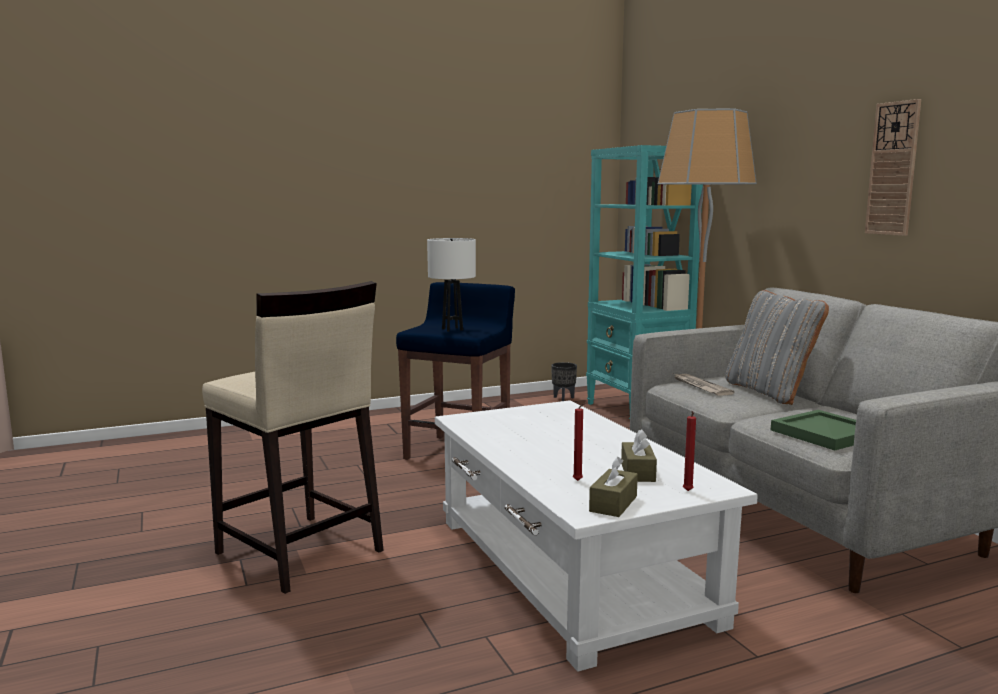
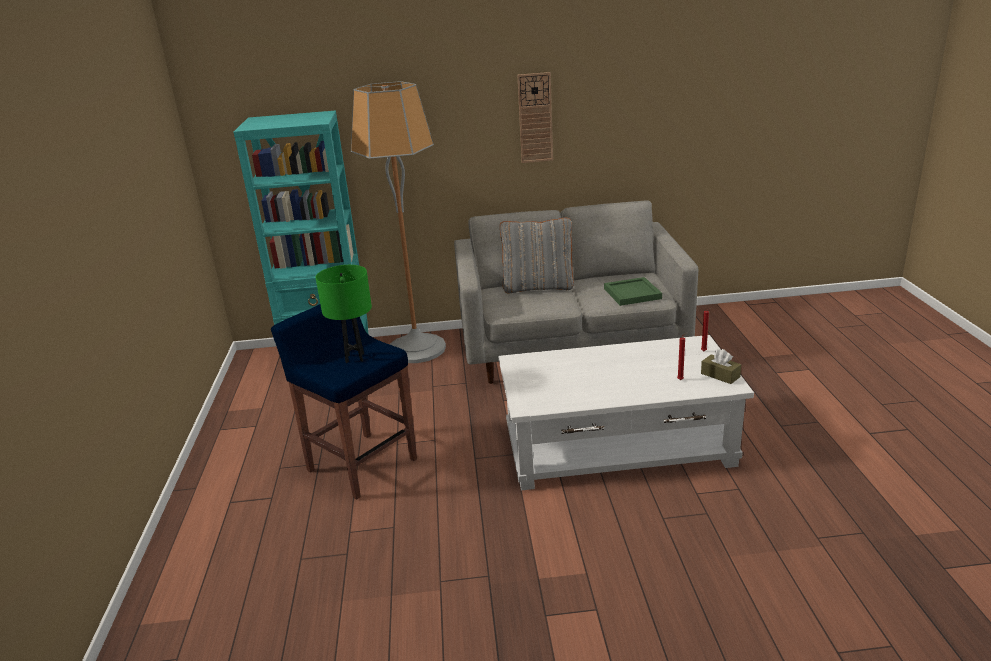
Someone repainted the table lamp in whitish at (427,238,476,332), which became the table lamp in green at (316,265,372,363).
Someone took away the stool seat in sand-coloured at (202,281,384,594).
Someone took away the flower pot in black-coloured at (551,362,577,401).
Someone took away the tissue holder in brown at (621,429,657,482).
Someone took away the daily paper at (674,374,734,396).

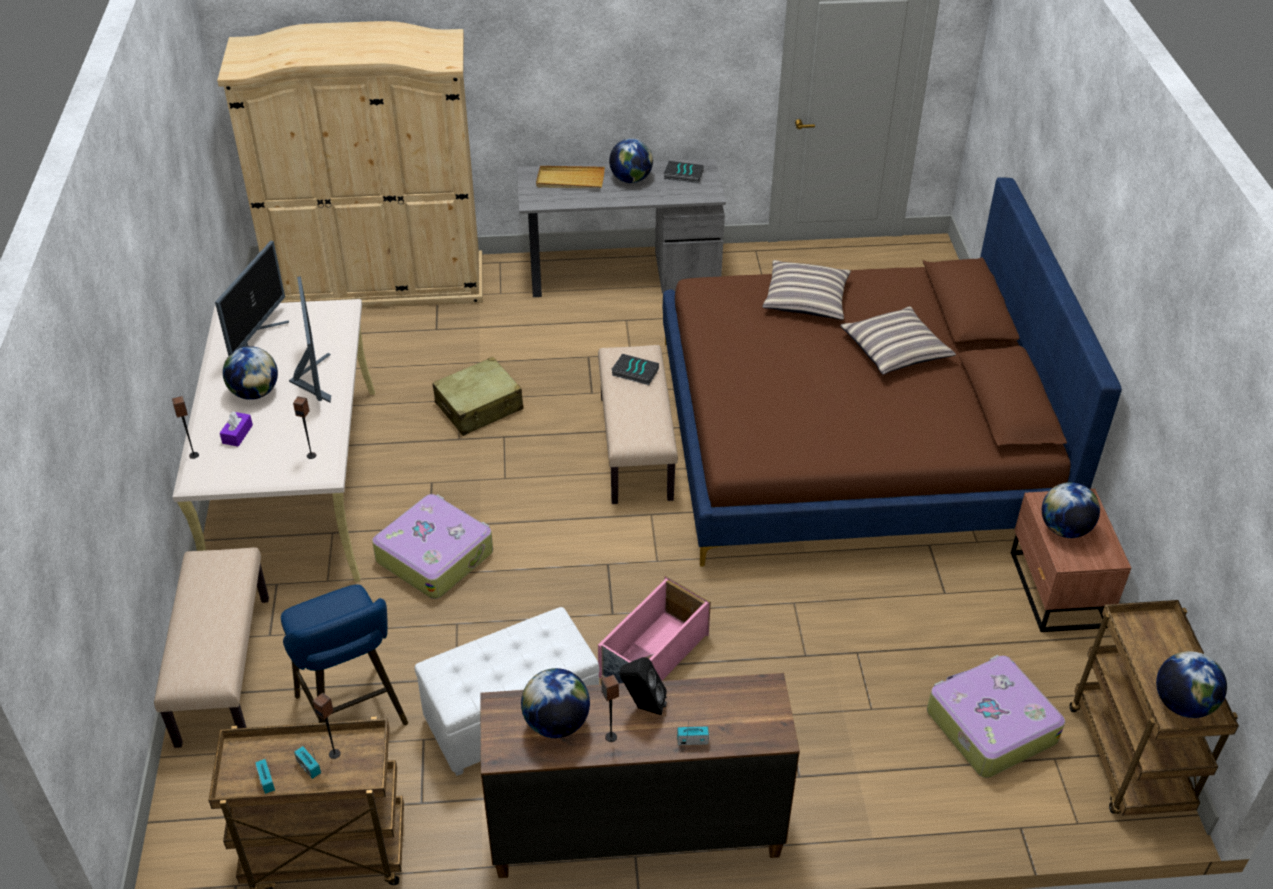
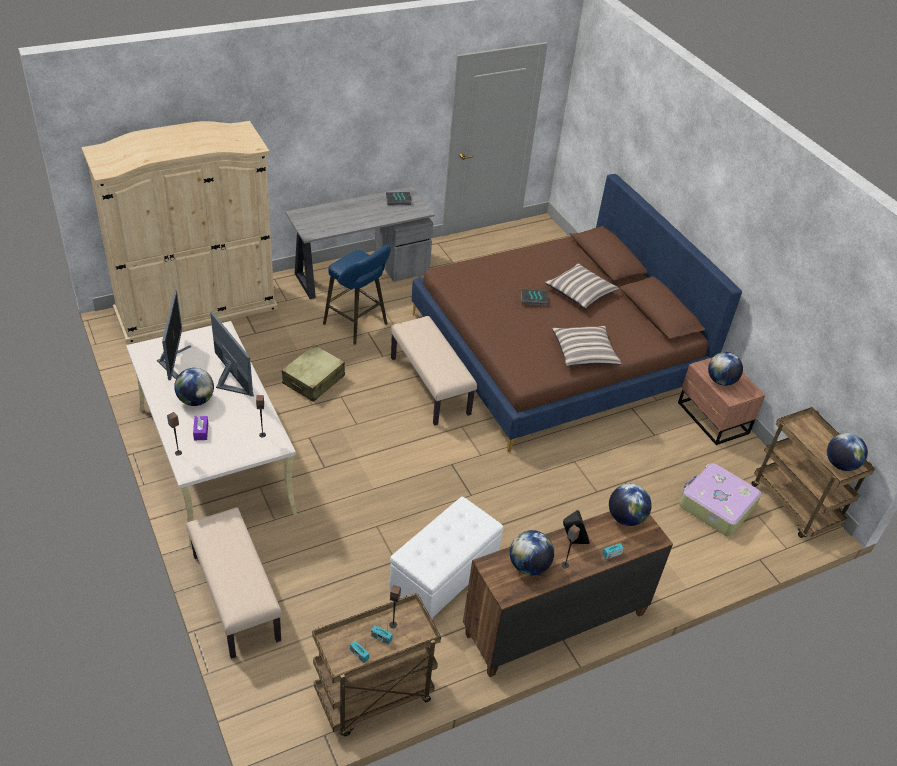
Someone carried the stool seat in blue-coloured from (281,584,408,725) to (323,245,391,345).
Someone carried the volume from (611,354,659,385) to (521,289,549,306).
Someone carried the throw pillow from (762,260,851,320) to (552,326,622,366).
Someone carried the world globe from (609,138,653,183) to (609,484,652,526).
Someone took away the suitcase at (372,494,493,599).
Someone took away the serving tray in sand-coloured at (536,166,605,188).
Someone took away the storage container in pink at (598,575,711,684).

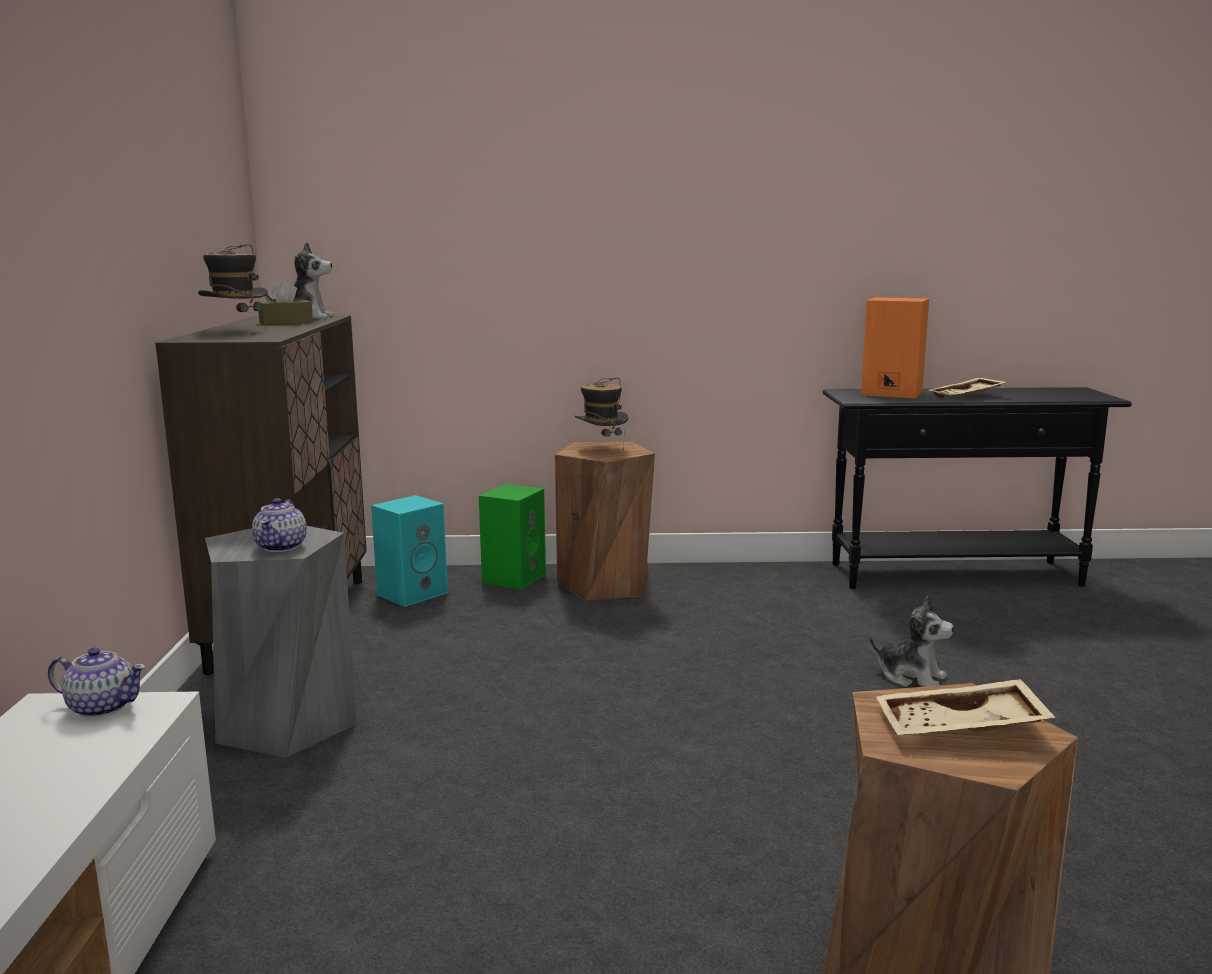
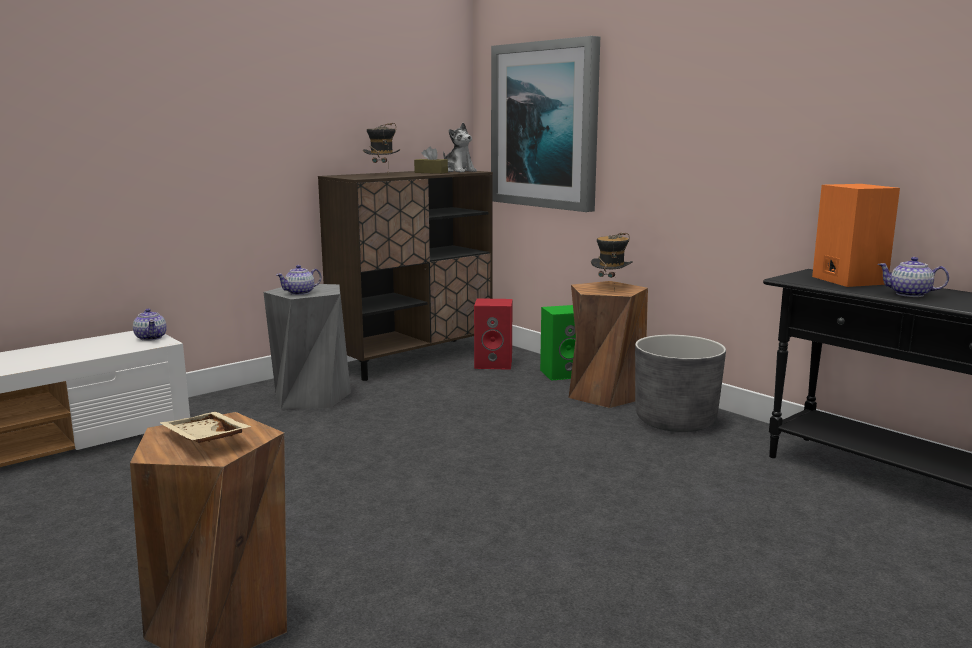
Someone repainted the speaker in turquoise at (371,495,448,607), which became the speaker in red at (474,298,513,370).
Someone put up the wall art at (491,36,600,212).
Someone put down the flower pot in grey at (635,335,726,432).
Someone swapped the serving tray in sand-coloured at (929,378,1006,398) for the tea pot at (878,257,949,297).
Someone took away the soft toy at (869,596,954,687).

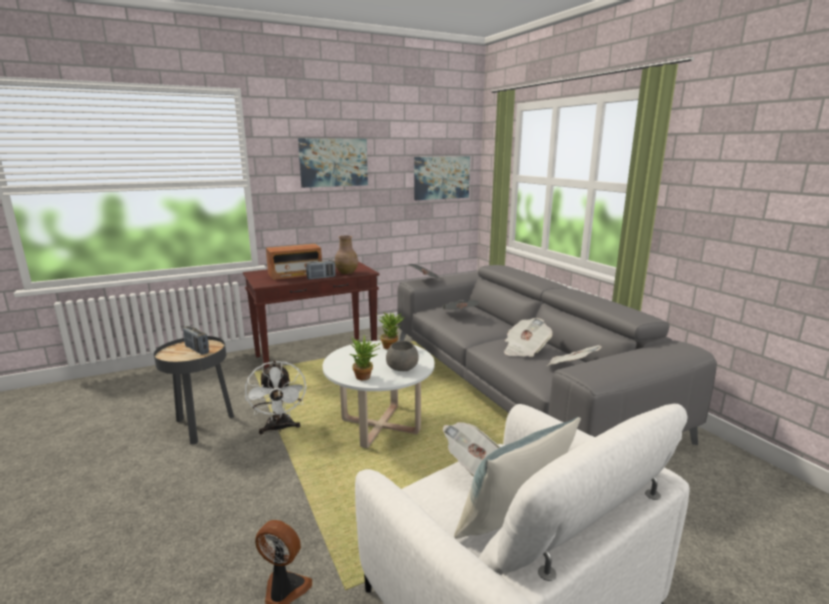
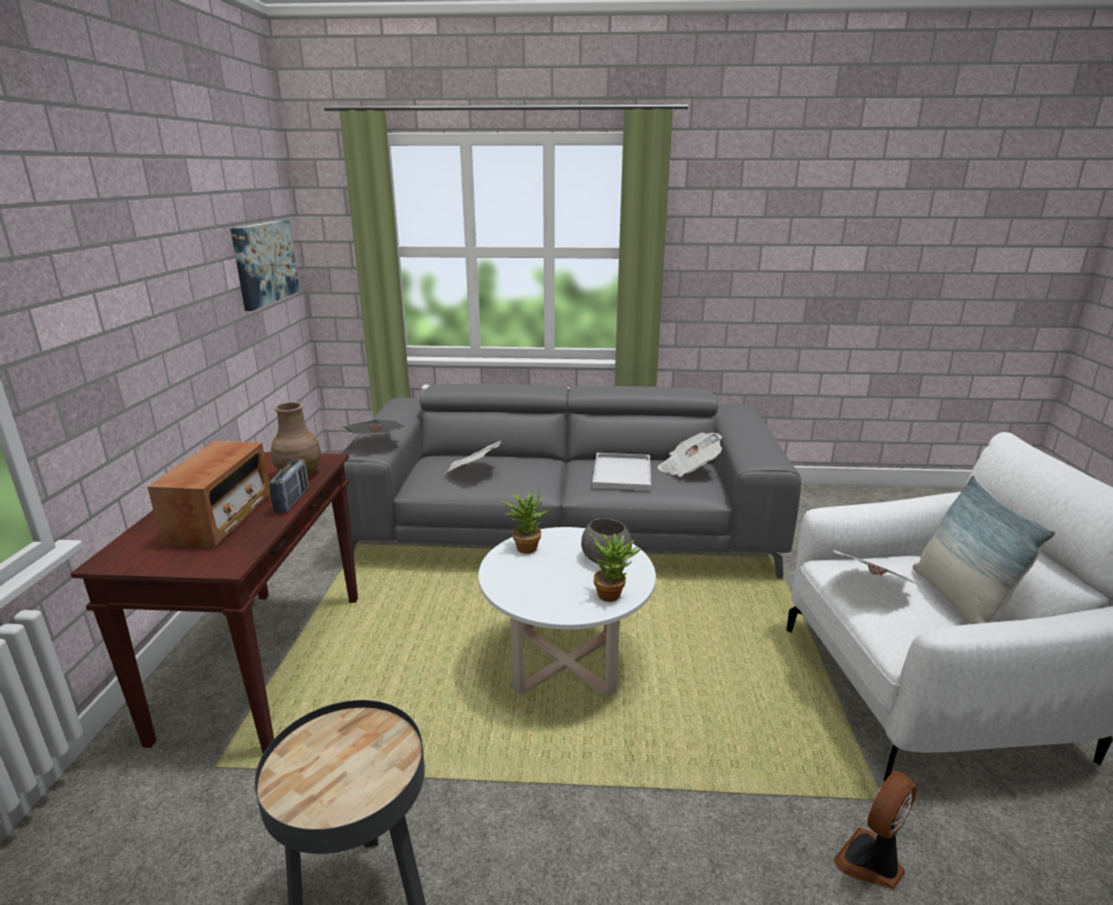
Someone swapped the daily paper at (504,318,553,357) for the serving tray in whitish at (592,453,651,490).
Someone took away the radio at (183,326,209,355).
Someone took away the fan in whitish at (245,361,307,434).
Someone took away the wall art at (298,138,368,188).

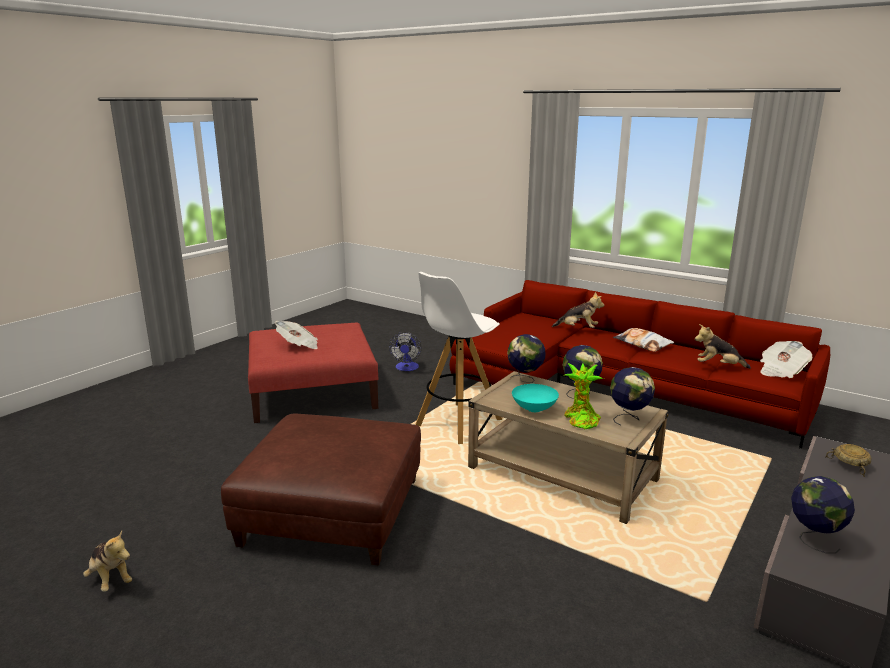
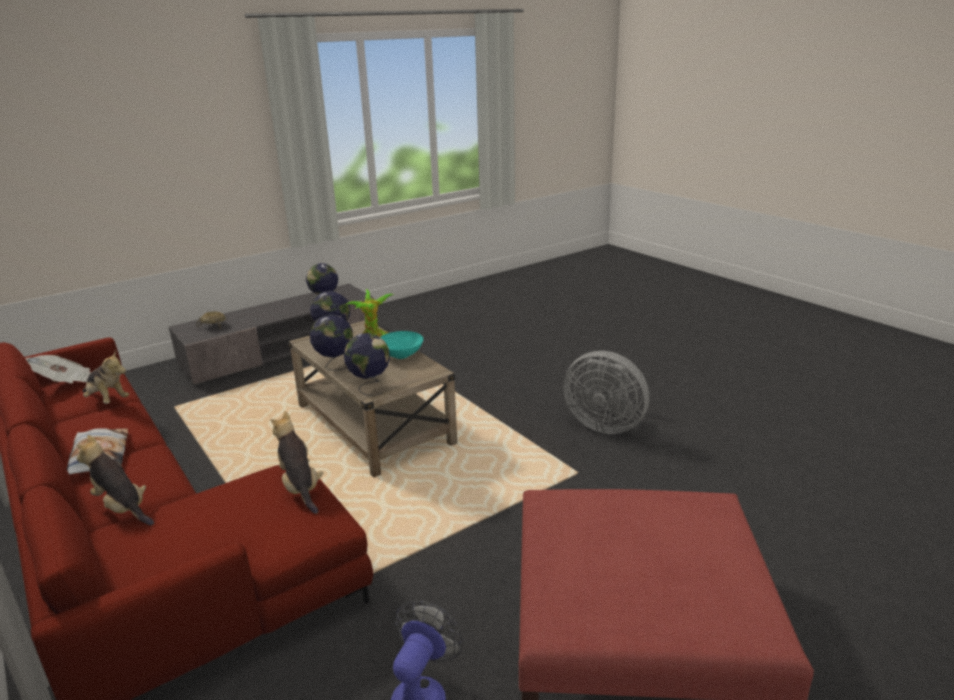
Someone carried the soft toy from (83,530,132,592) to (271,411,324,514).
Someone swapped the ottoman in brown at (221,414,421,566) for the fan in grey at (563,351,649,434).
Someone took away the daily paper at (275,321,318,349).
Someone took away the stool seat in whitish at (415,272,502,444).

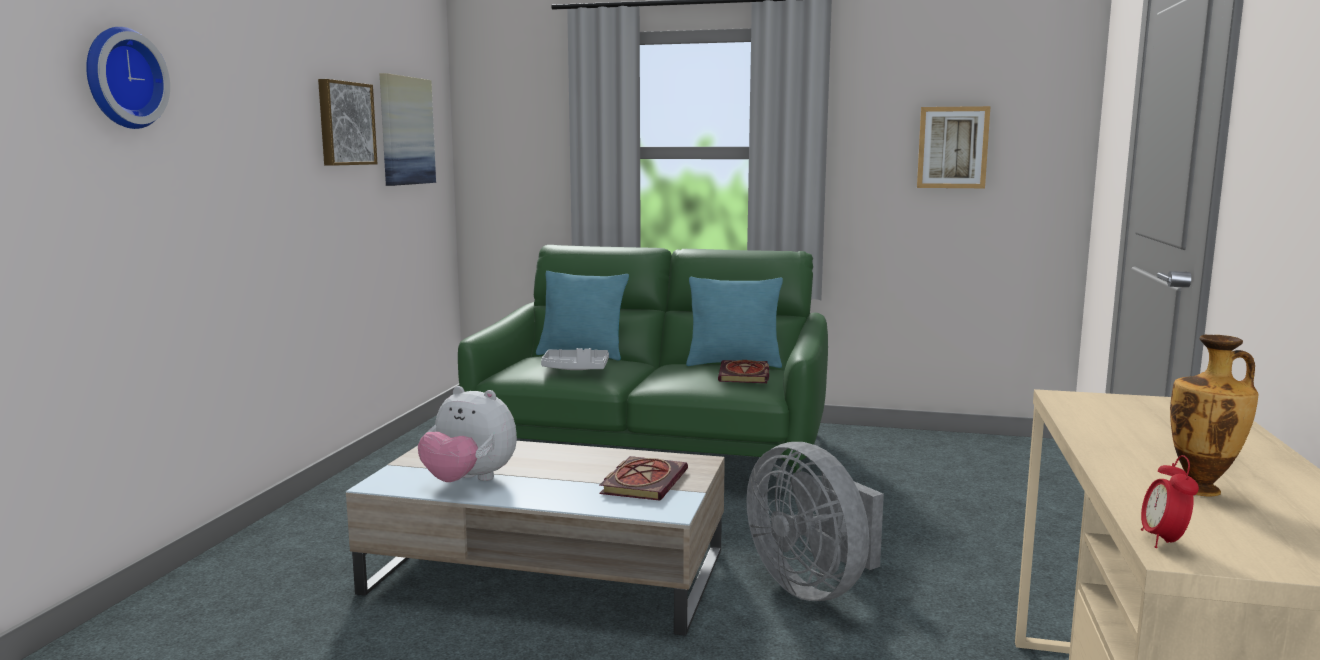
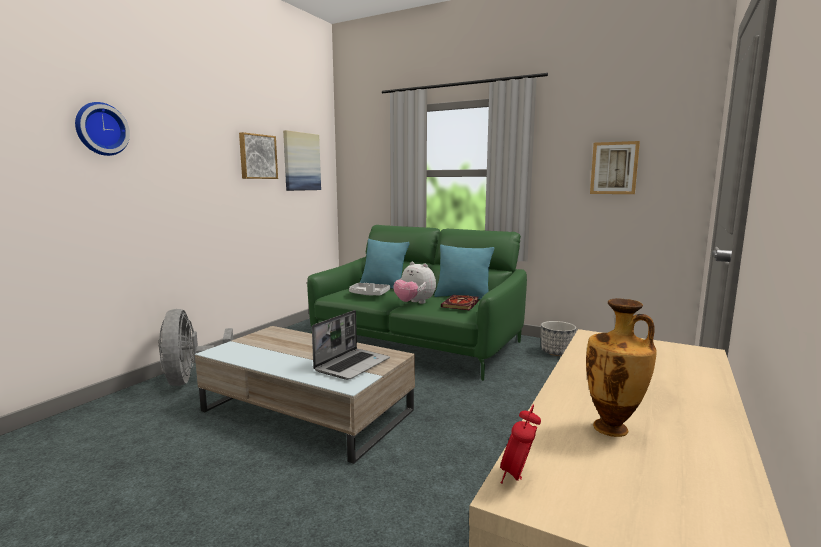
Someone carried the fan in grey from (746,442,884,601) to (159,309,233,386).
Someone swapped the volume at (599,456,688,501) for the portable computer at (312,310,390,380).
Someone carried the soft toy from (418,386,517,482) to (393,262,436,304).
Someone put down the flower pot at (541,321,576,356).

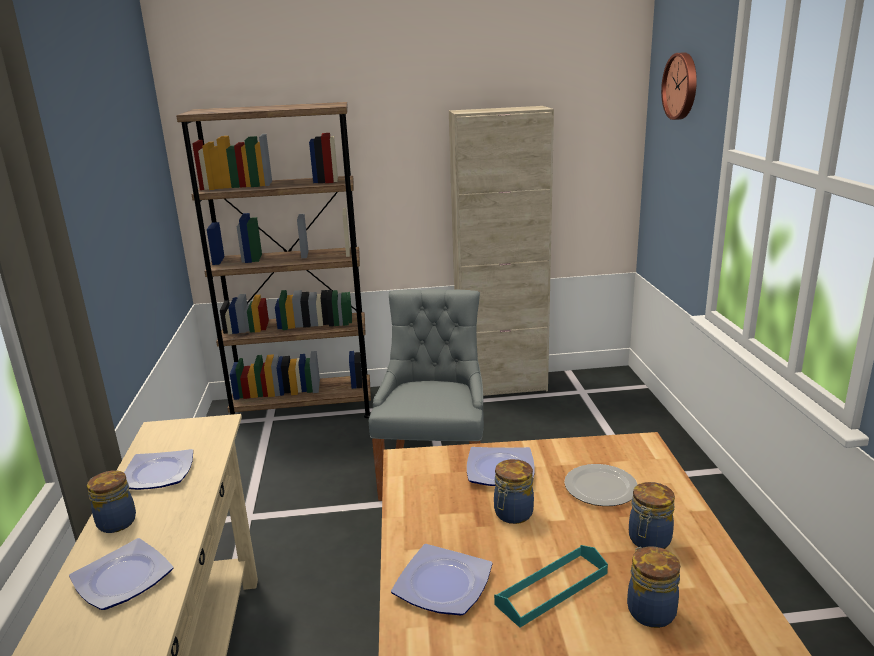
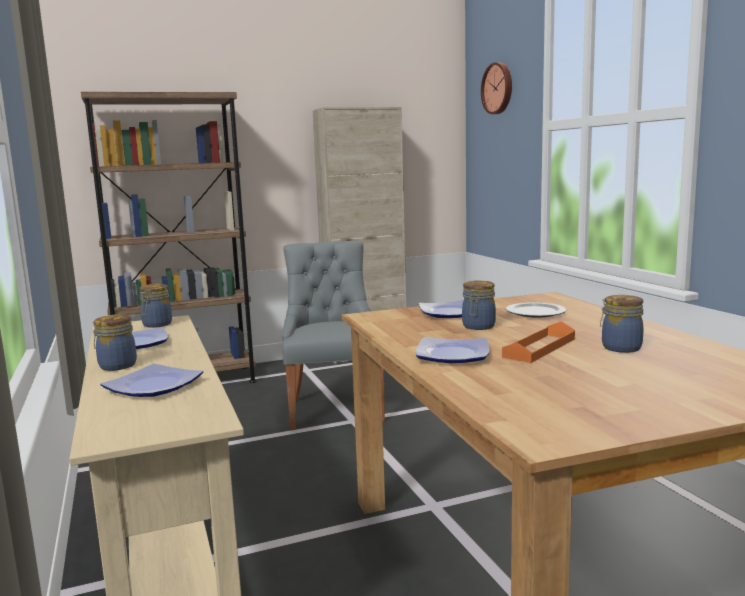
Someone carried the jar from (629,482,675,549) to (139,284,172,328).
Someone repainted the serving tray in turquoise at (494,545,608,628), which became the serving tray in orange-coloured at (502,321,575,363).

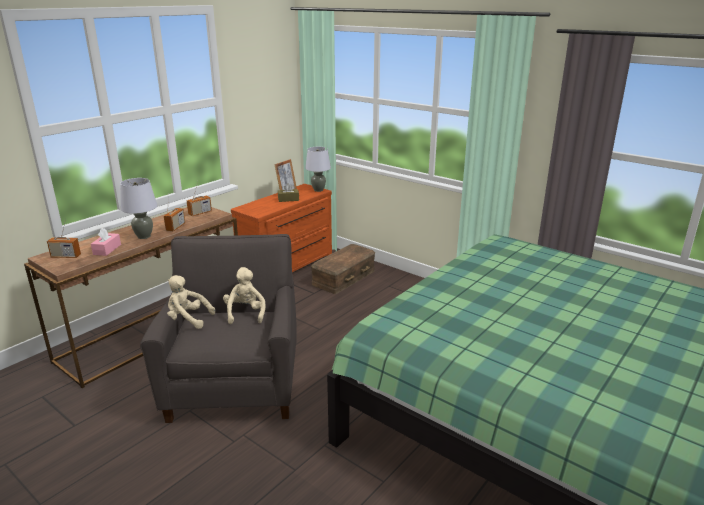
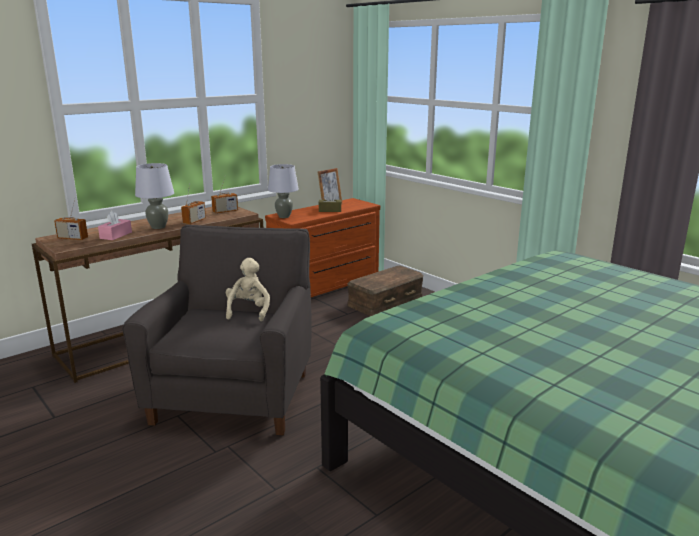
Someone carried the table lamp in grey from (305,147,331,192) to (268,164,299,218).
Someone took away the soft toy in sand-coloured at (167,275,215,329).

